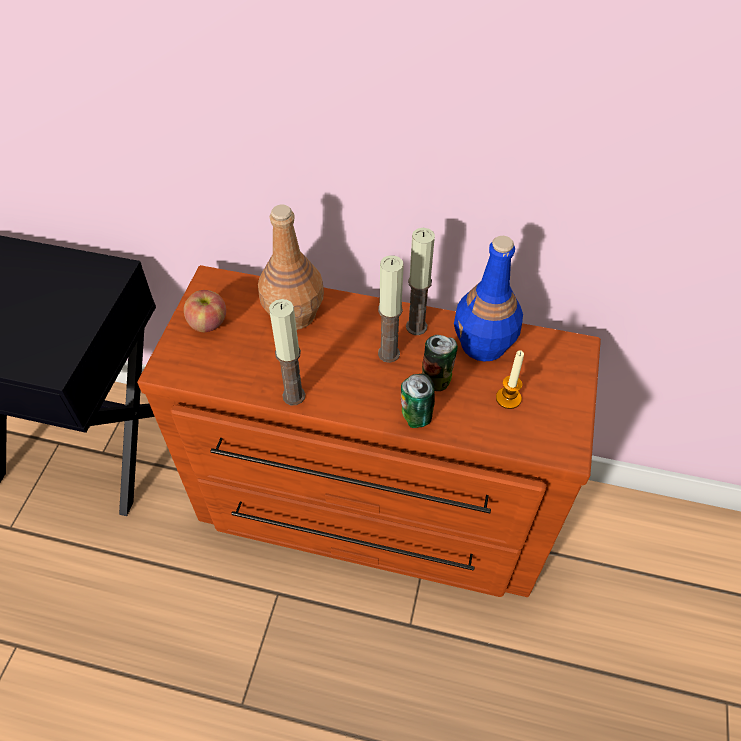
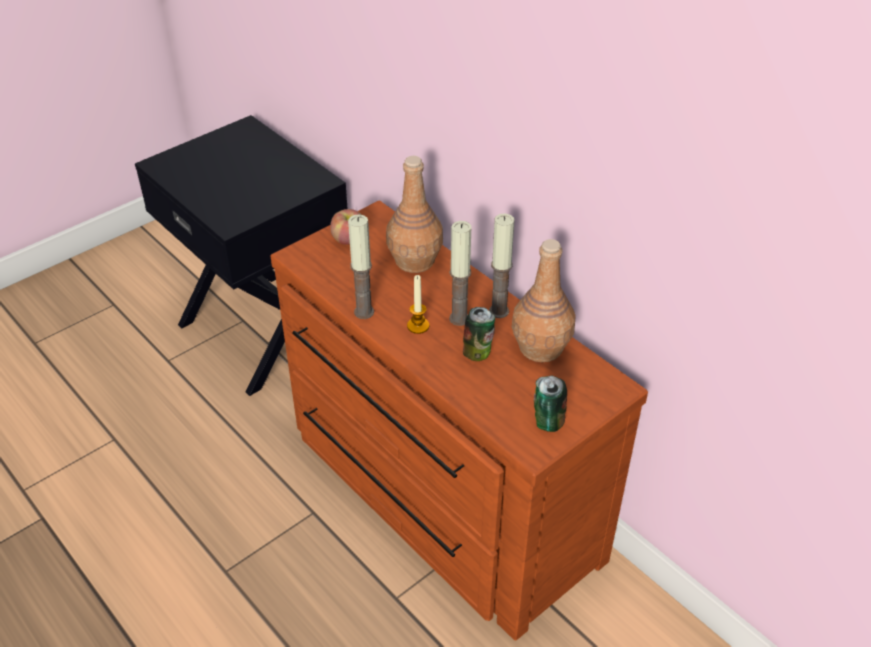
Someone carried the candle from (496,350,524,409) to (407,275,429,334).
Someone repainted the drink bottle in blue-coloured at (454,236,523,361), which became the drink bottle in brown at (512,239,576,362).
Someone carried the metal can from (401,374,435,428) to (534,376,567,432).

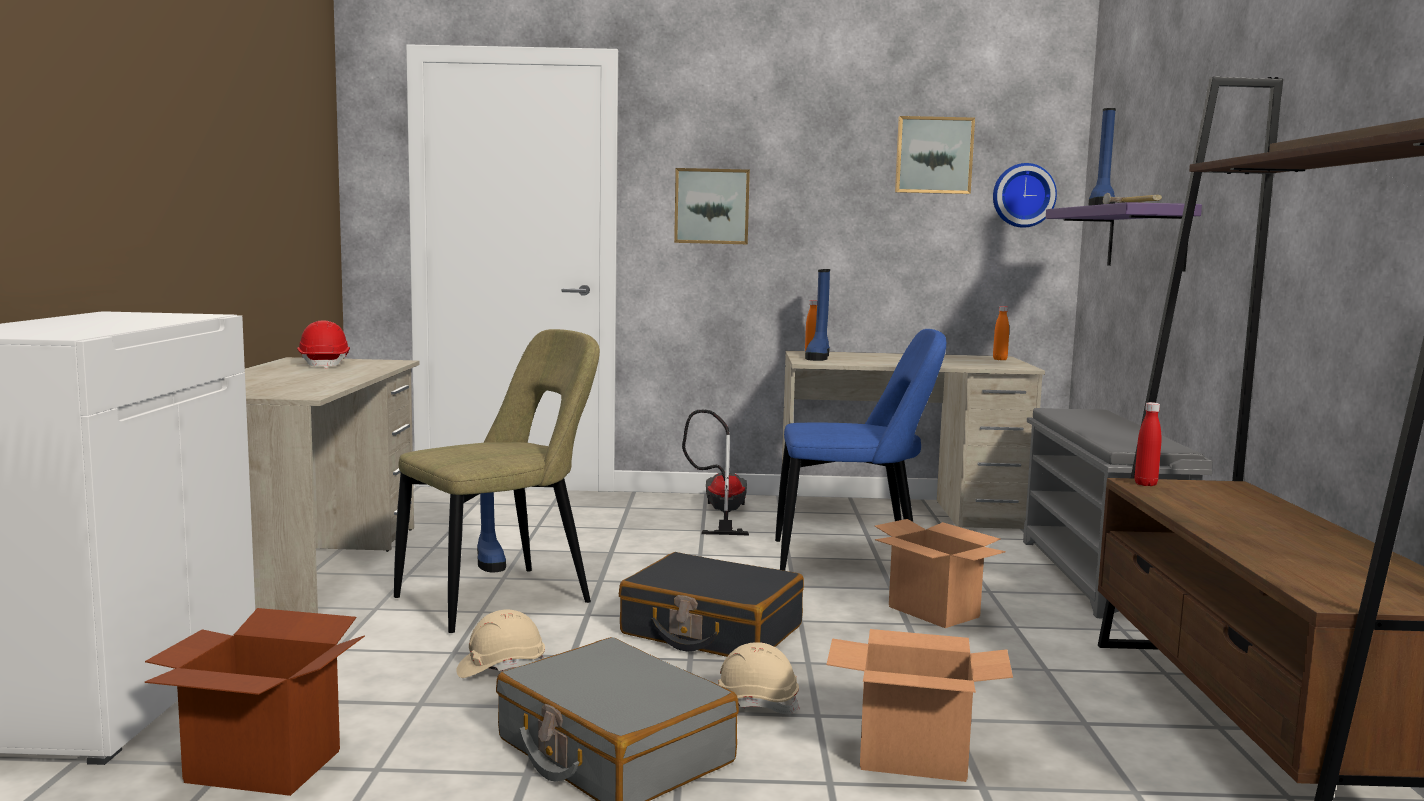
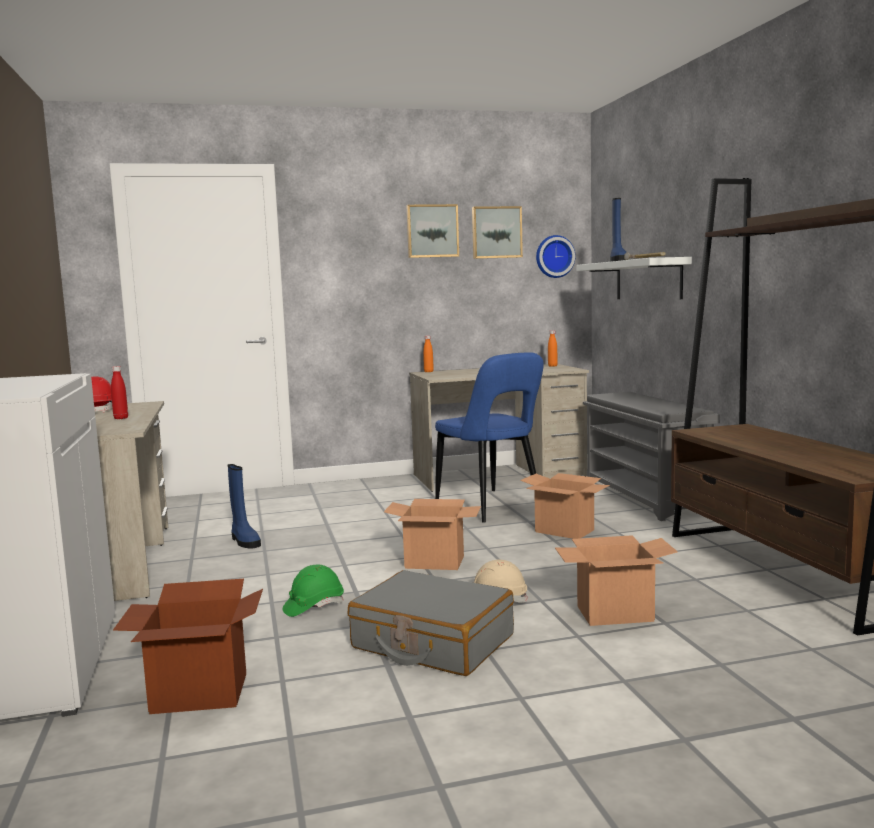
Someone carried the drink bottle in red from (1135,402,1161,486) to (111,366,128,419).
Someone repainted the work helmet in sand-coloured at (456,610,545,678), which became the work helmet in green at (283,564,344,617).
Someone swapped the suitcase in black-coloured at (619,552,804,657) for the packing box at (384,499,481,570).
Someone carried the wall art from (674,168,750,244) to (406,204,459,258).
Someone rotated the chair in blue-coloured at (775,329,946,571) by 75 degrees clockwise.
Someone repainted the wall shelf in purple at (1046,202,1202,271), which became the wall shelf in whitish at (576,257,692,299).
Someone took away the chair in sand-coloured at (394,329,600,633).
Someone took away the vacuum at (682,409,749,536).
Someone took away the tall boot in blue-coloured at (805,269,830,361).

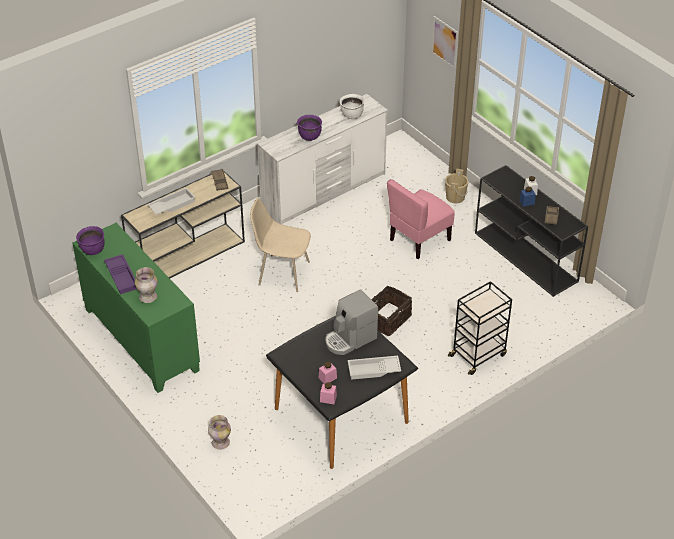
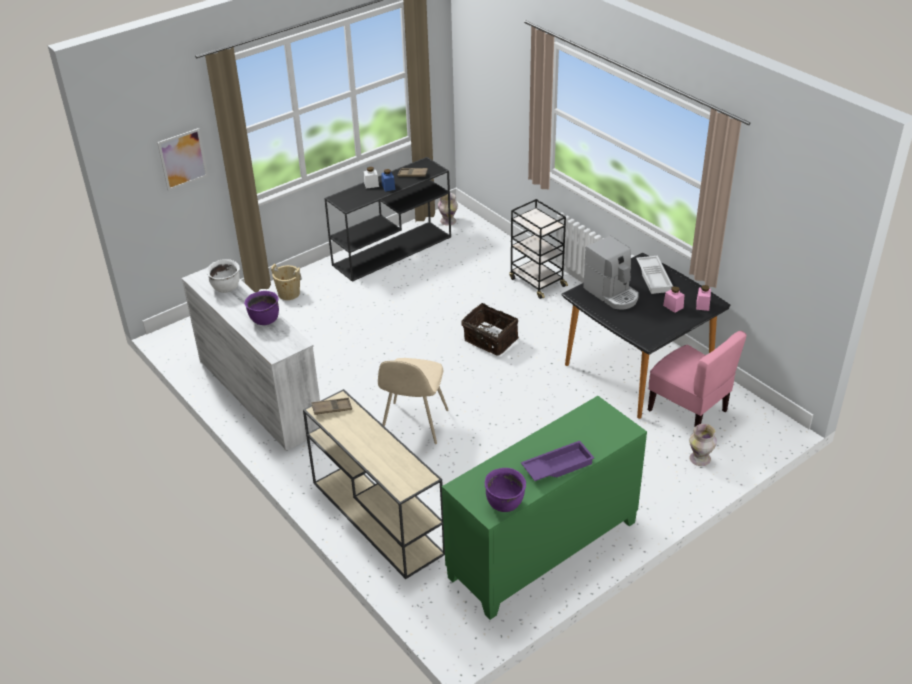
Someone carried the vase from (135,267,158,303) to (438,193,458,226).
Someone carried the chair in pink from (387,179,455,259) to (648,331,747,428).
Someone took away the serving tray in whitish at (147,188,196,215).

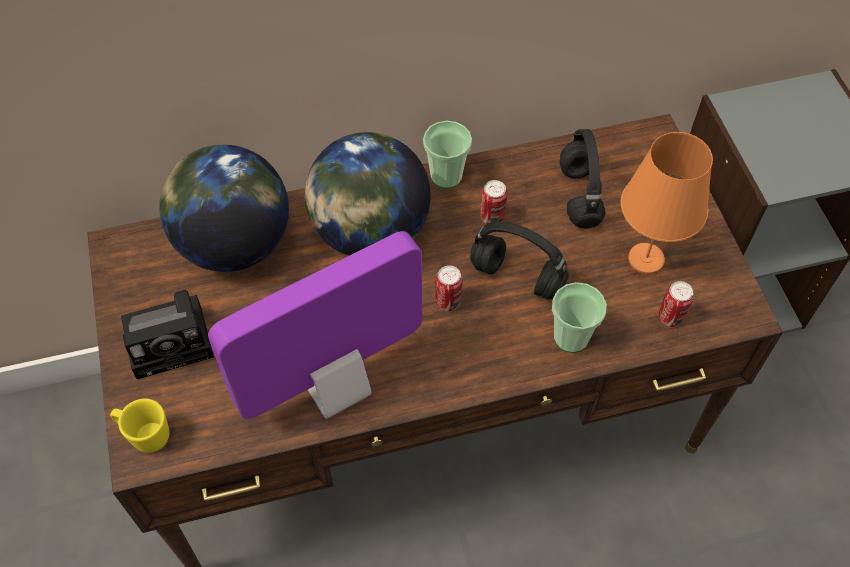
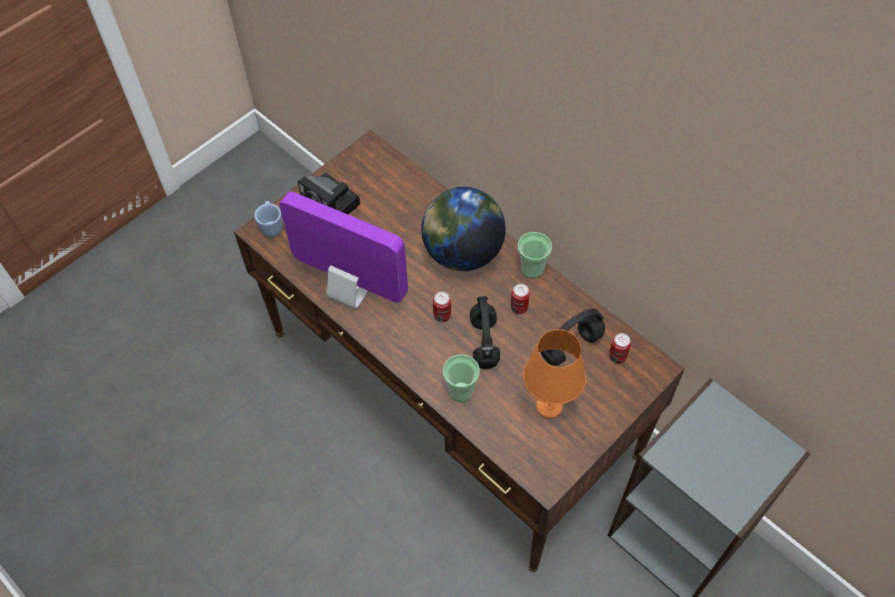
Someone repainted the mug in yellow-coloured at (110,399,169,453), which became the mug in blue-coloured at (254,201,282,237).
Someone carried the metal can from (659,281,694,327) to (609,333,631,364).
Someone took away the world globe at (160,145,289,272).

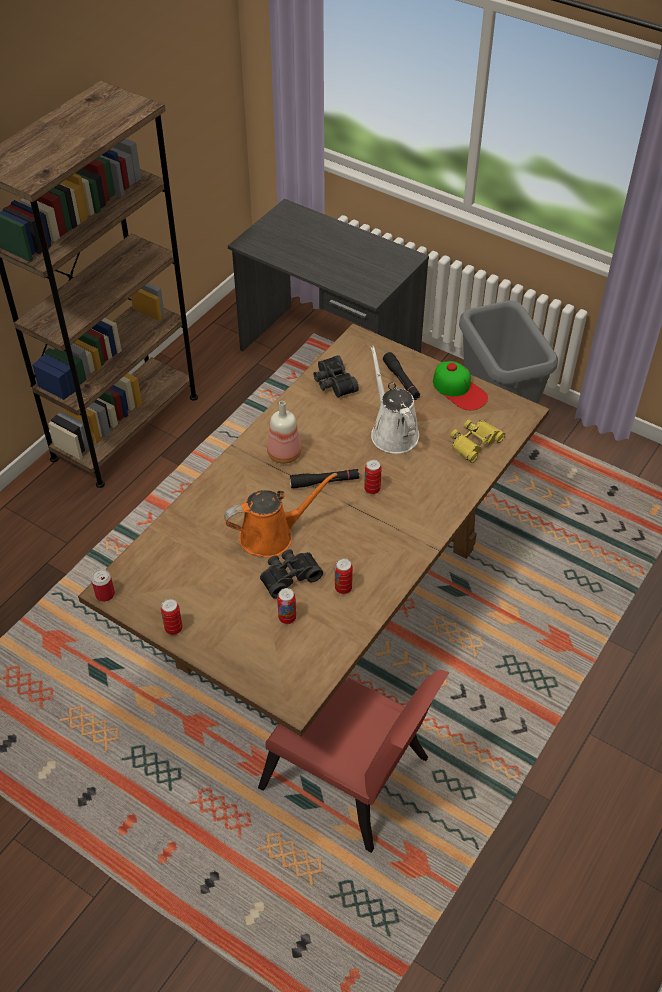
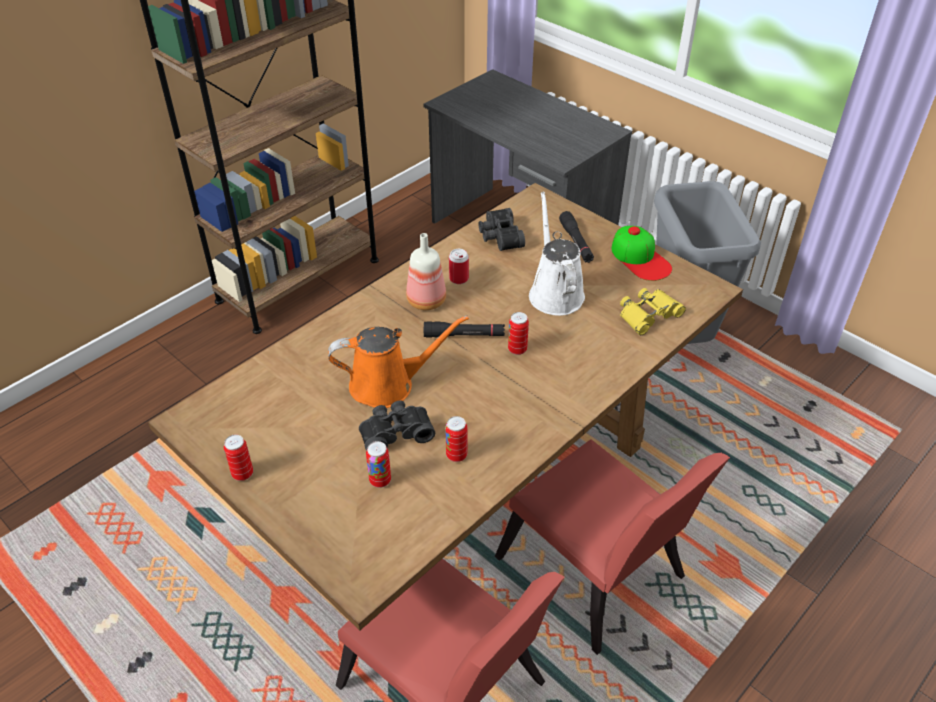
Someone carried the metal can from (91,569,115,602) to (449,249,469,284).
Someone put down the chair in red at (495,439,730,655).

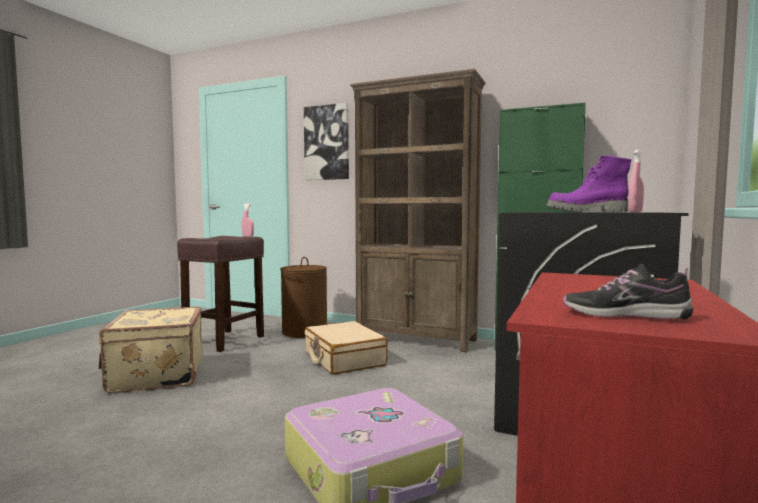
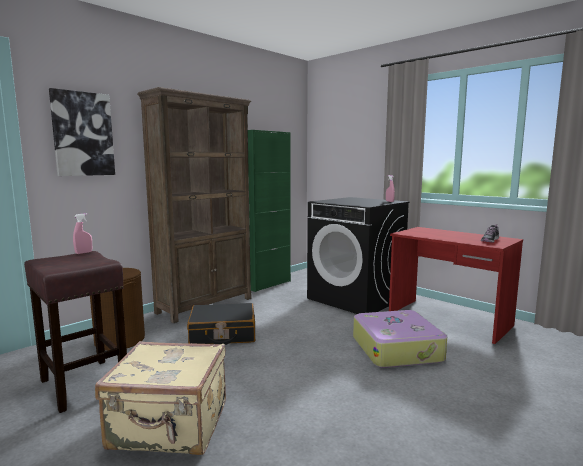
Someone repainted the suitcase in sand-coloured at (305,321,388,375), which became the suitcase in black-coloured at (187,303,255,345).
Someone took away the tall boot in purple at (546,155,631,212).

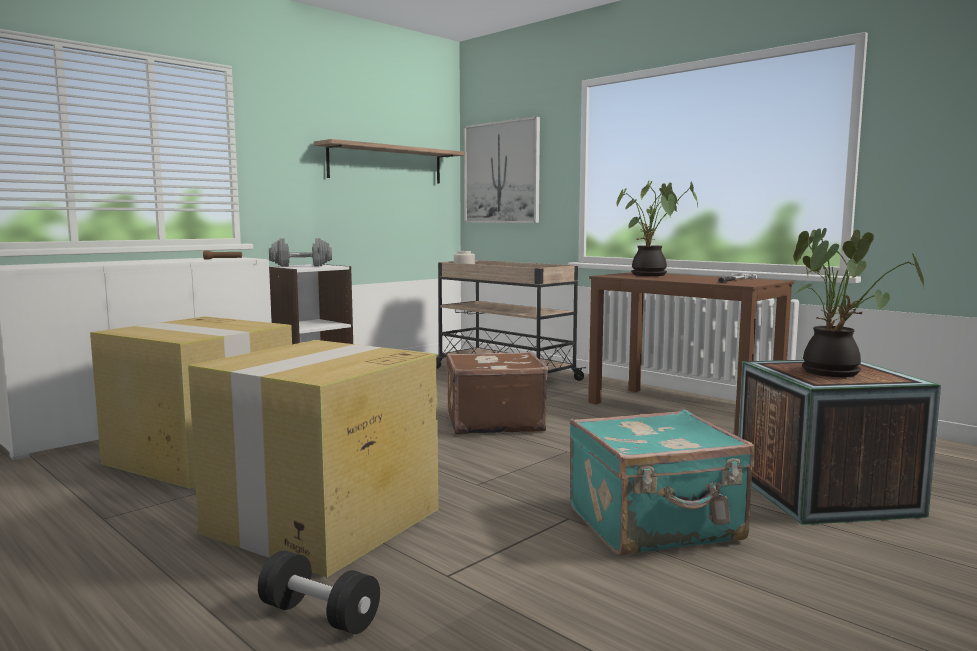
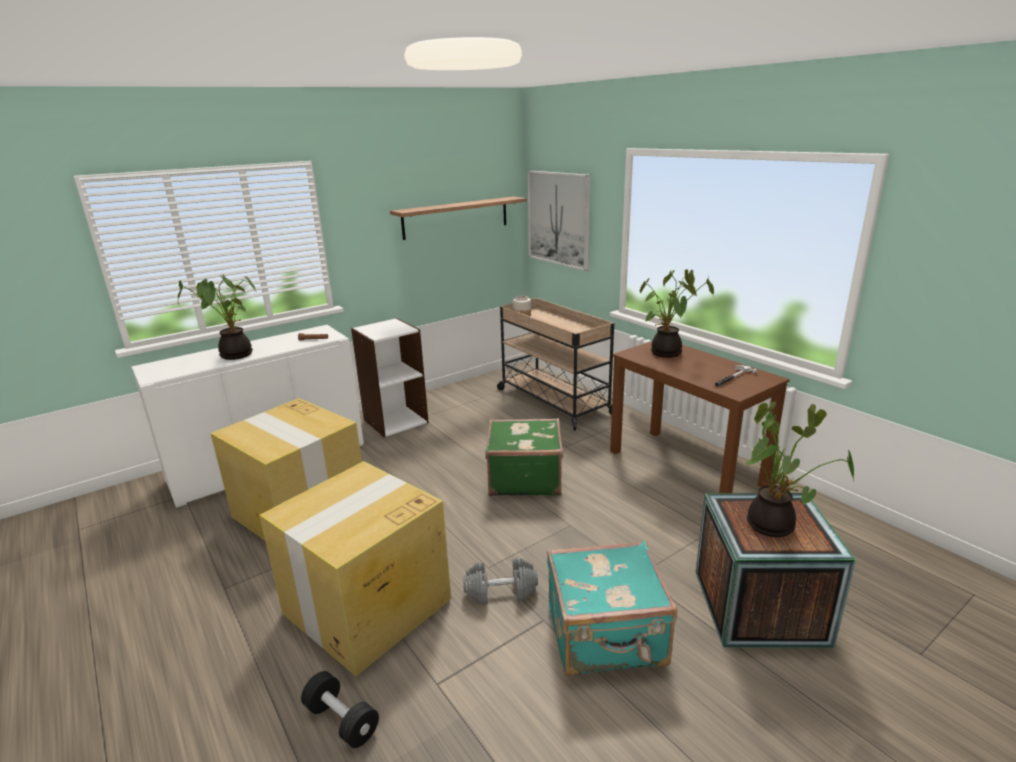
Someone put down the plant in a pot at (178,274,256,360).
Someone carried the hand weight in grey from (269,238,332,267) to (463,558,538,605).
Someone repainted the suitcase in brown at (446,351,548,435), which became the suitcase in green at (485,418,563,496).

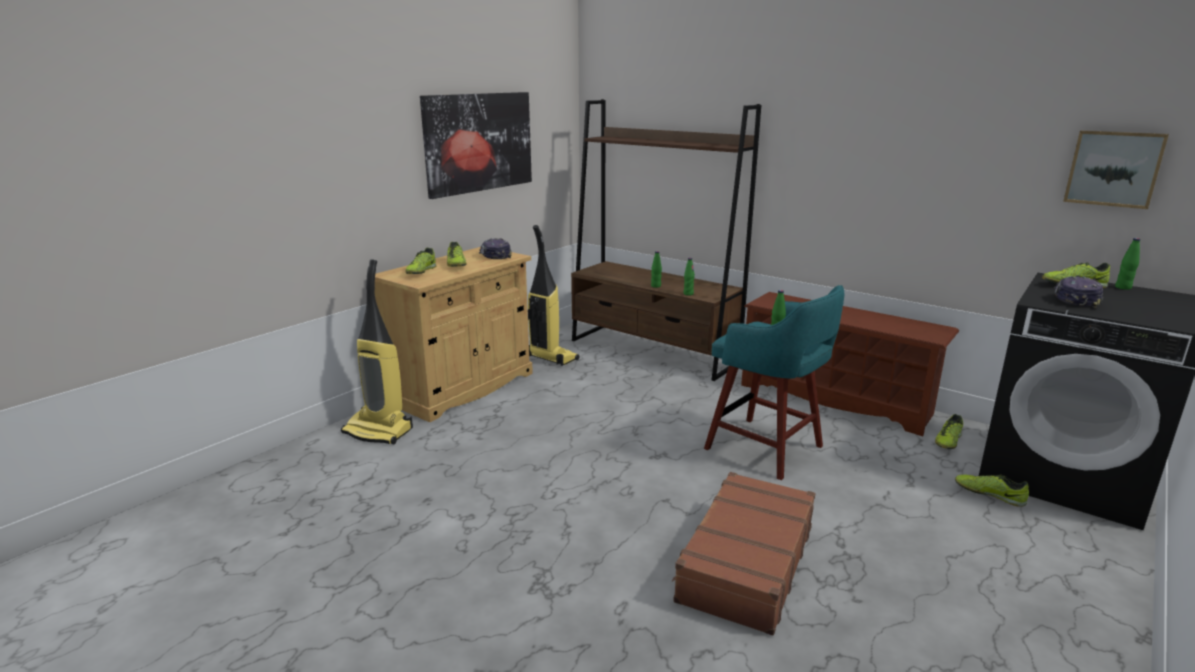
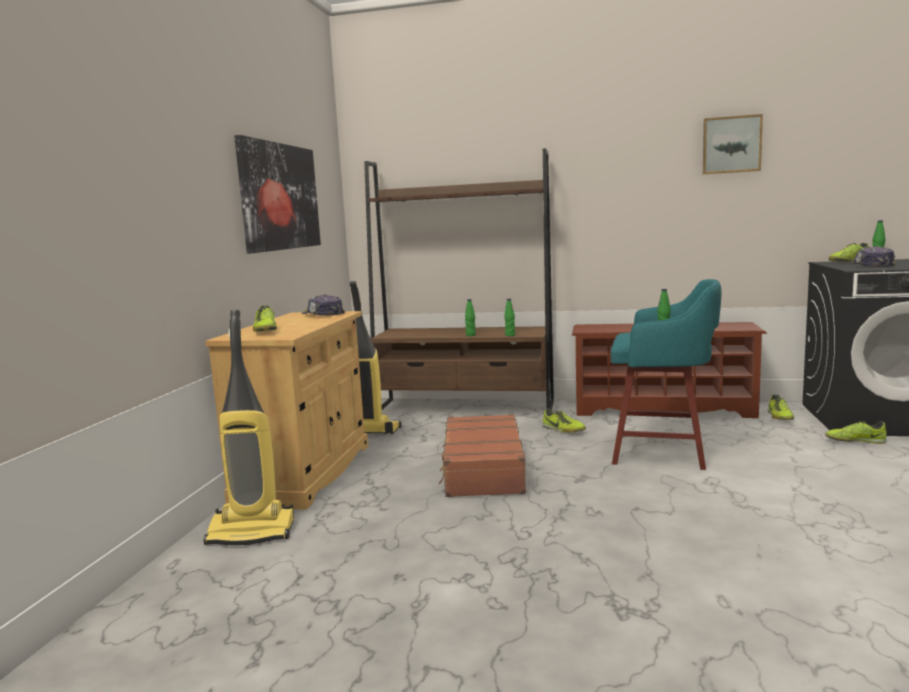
Someone carried the suitcase in brown from (672,472,815,636) to (439,414,526,497).
Someone carried the item of footwear from (447,242,466,267) to (542,408,586,433).
Someone carried the wall art from (1063,130,1169,209) to (703,114,763,174).

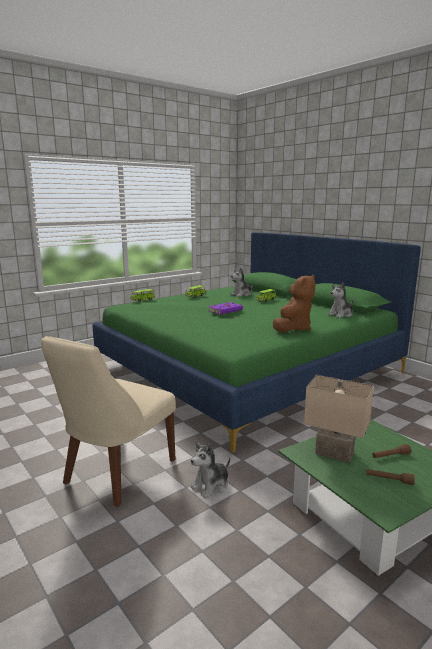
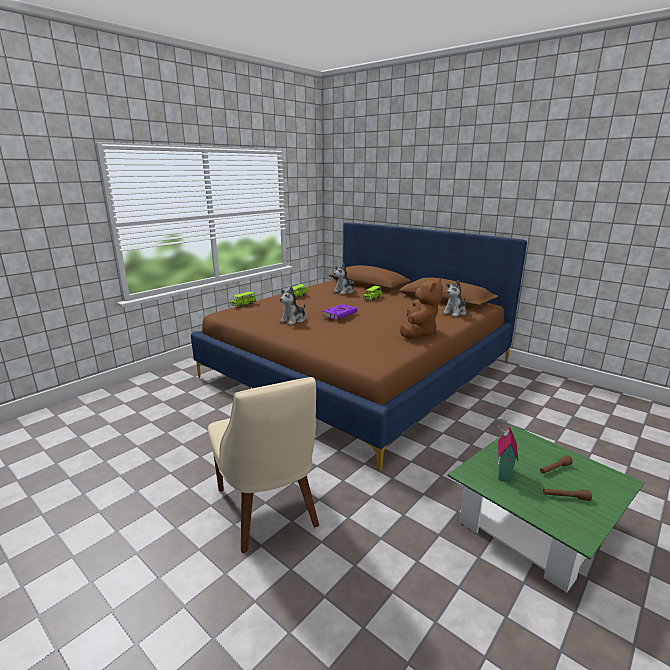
Someone repainted the bedroom bed in green at (93,232,421,453), which became the bedroom bed in brown at (191,222,527,471).
Someone rotated the chair in sand-coloured at (41,336,176,507) by 45 degrees counterclockwise.
Someone carried the soft toy from (190,442,230,498) to (279,287,305,325).
Someone swapped the table lamp in sand-coloured at (304,375,374,463) for the miniature house at (497,416,518,482).

